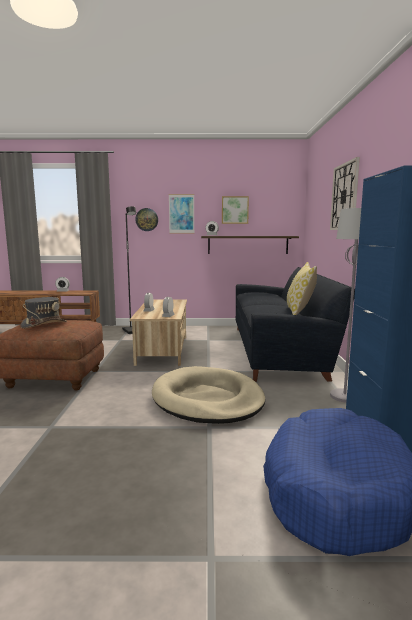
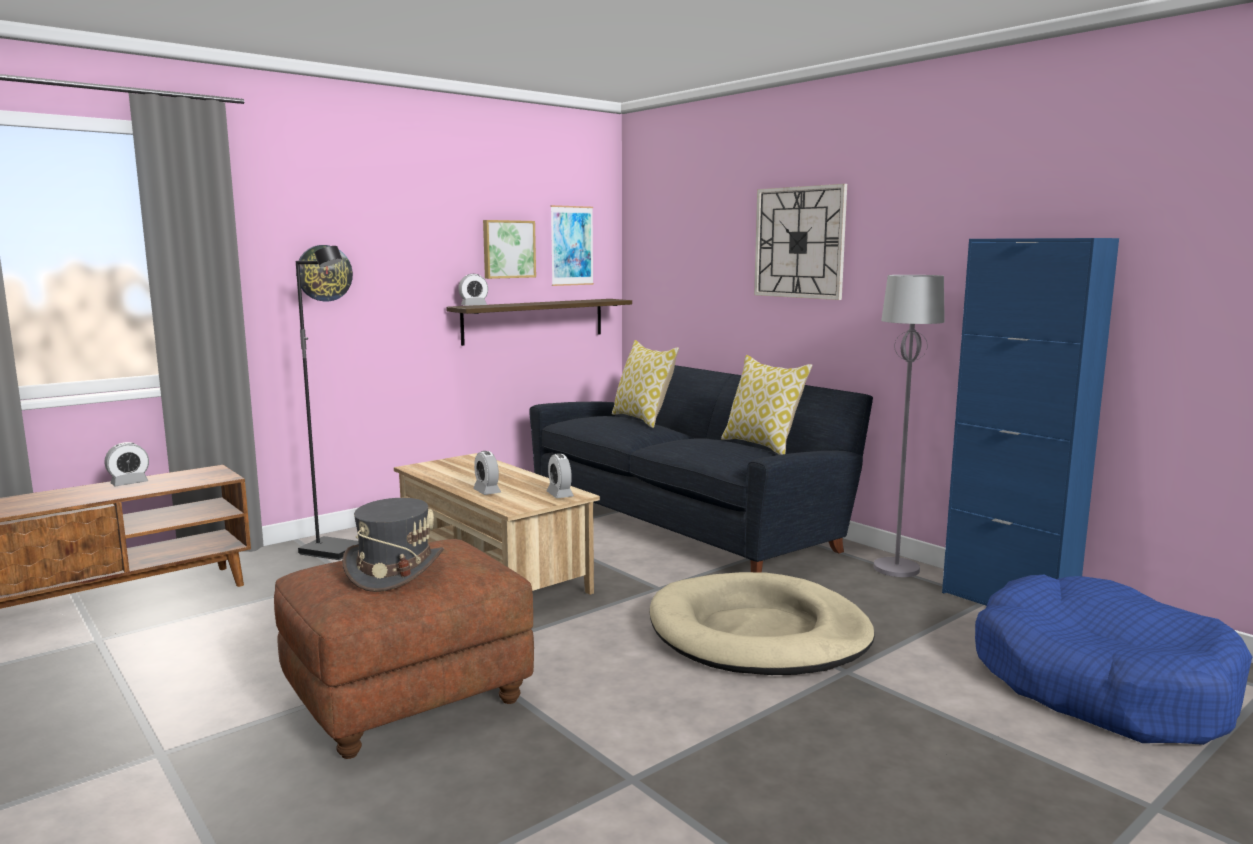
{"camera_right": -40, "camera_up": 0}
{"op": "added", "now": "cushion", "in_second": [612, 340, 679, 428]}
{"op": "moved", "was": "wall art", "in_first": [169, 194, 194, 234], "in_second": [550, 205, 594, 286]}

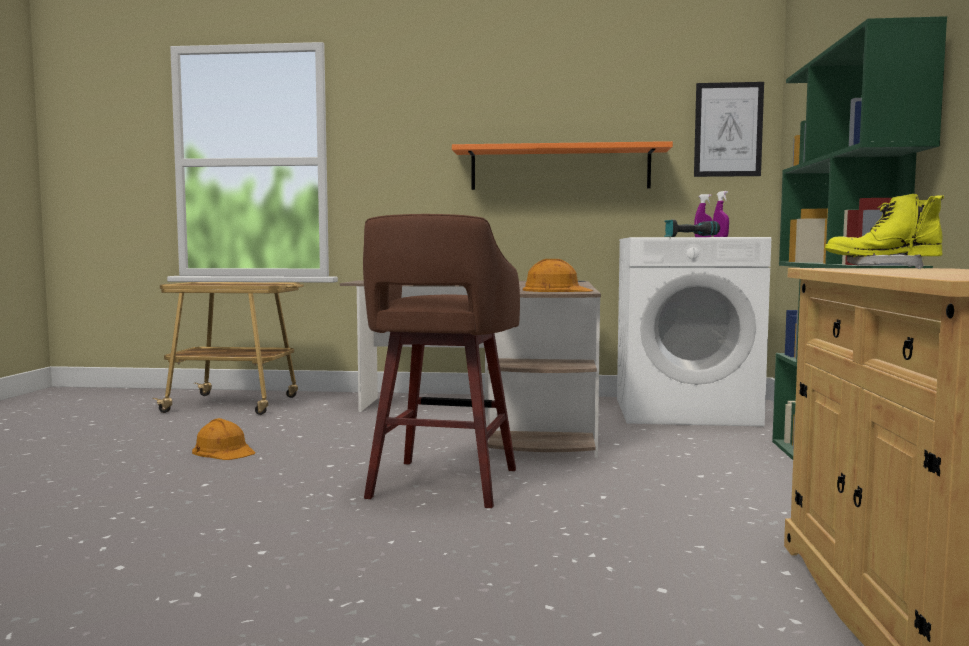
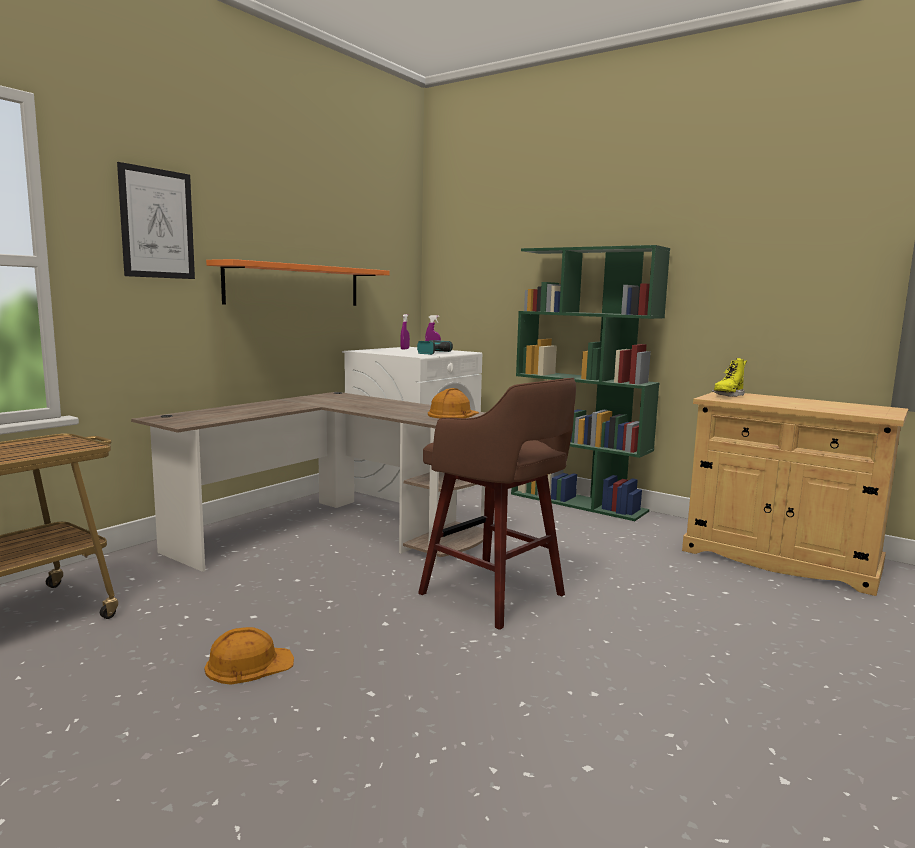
{"camera_right": -60, "camera_up": 5}
{"op": "moved", "was": "wall art", "in_first": [694, 82, 764, 177], "in_second": [117, 162, 195, 279]}

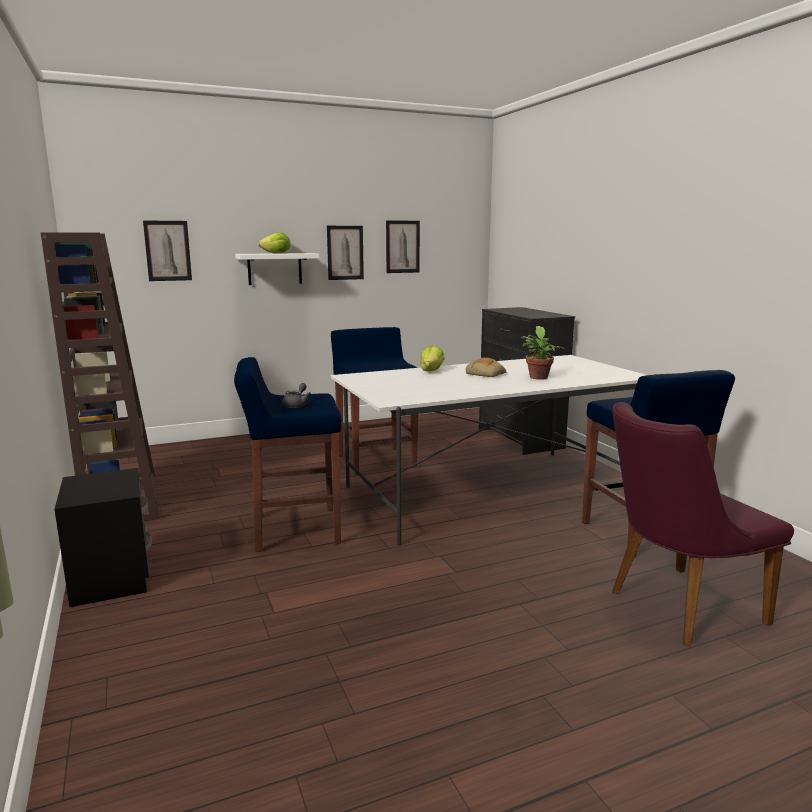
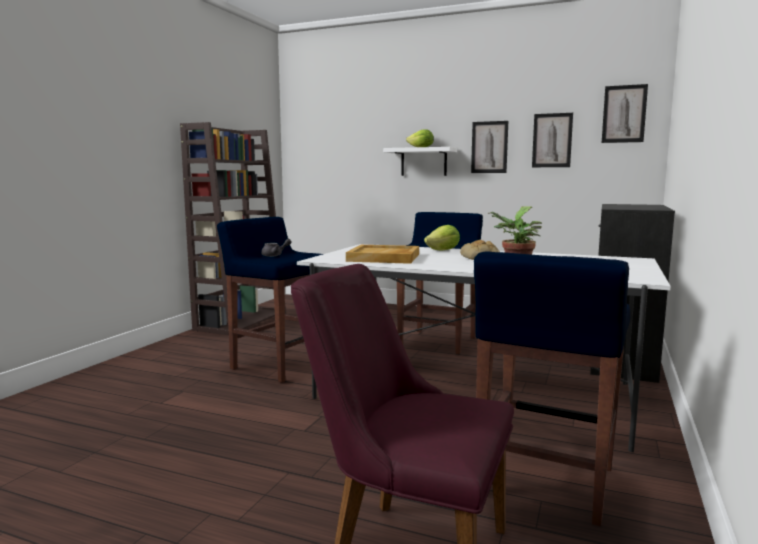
{"camera_right": 45, "camera_up": -5}
{"op": "removed", "was": "blackish night table", "in_first": [54, 468, 152, 607]}
{"op": "added", "now": "beige tray", "in_second": [346, 245, 419, 264]}
{"op": "moved", "was": "wall art", "in_first": [143, 220, 192, 281], "in_second": [602, 84, 648, 143]}

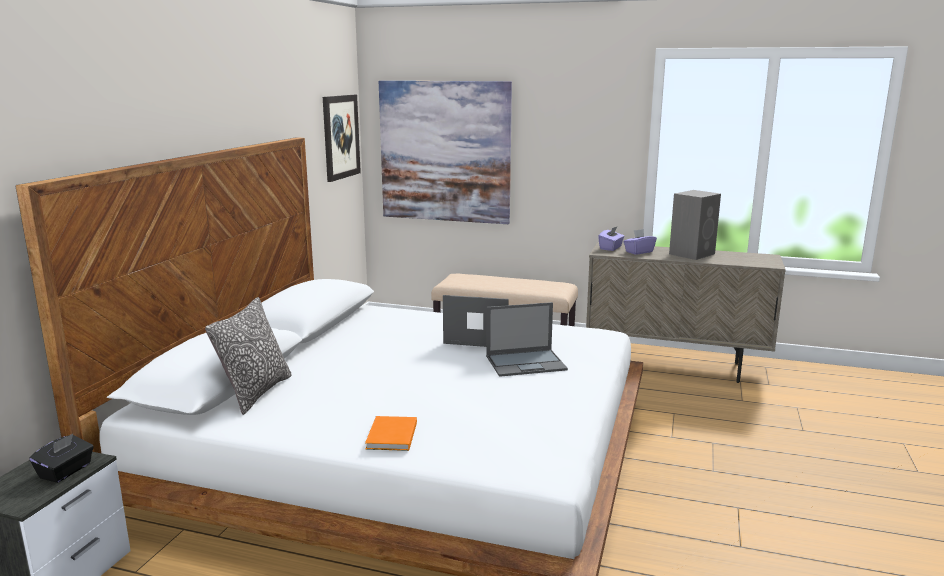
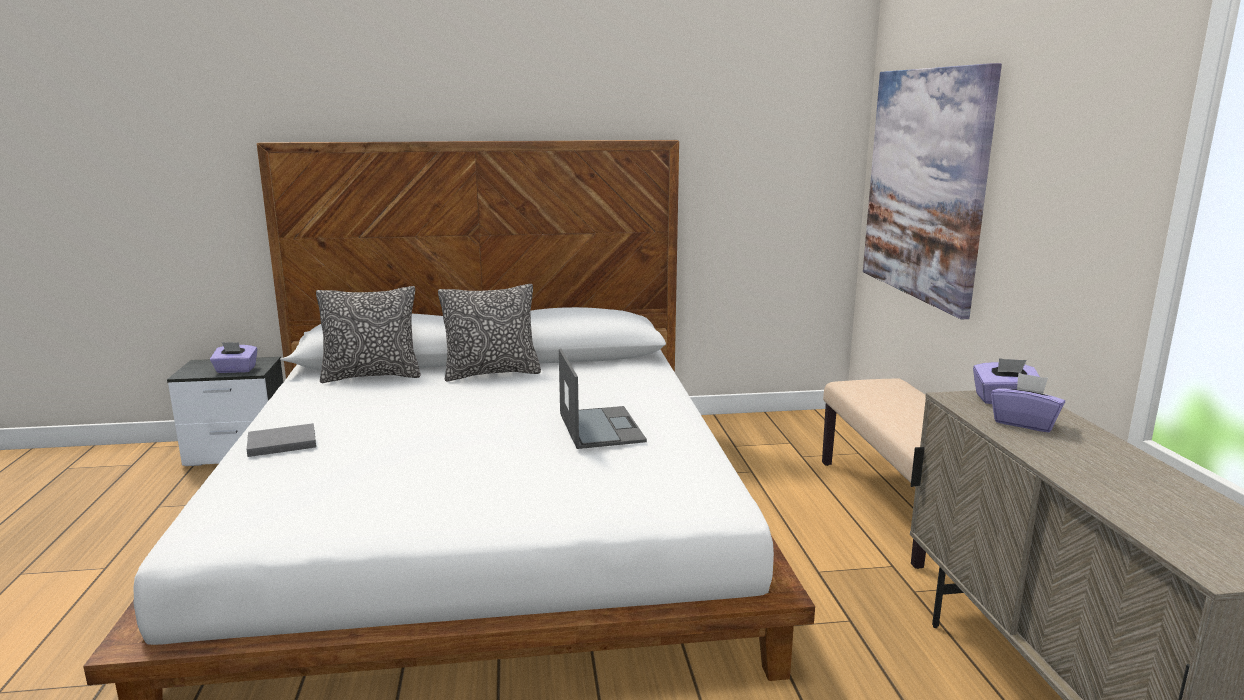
{"camera_right": 65, "camera_up": 0}
{"op": "removed", "was": "wall art", "in_first": [323, 95, 361, 182]}
{"op": "removed", "was": "laptop", "in_first": [486, 302, 568, 377]}
{"op": "removed", "was": "greyish speaker", "in_first": [669, 190, 721, 260]}
{"op": "added", "now": "cushion", "in_second": [438, 284, 541, 382]}
{"op": "recoloured", "was": "blackish box of tissues", "now": "purplish box of tissues", "in_first": [29, 434, 94, 483], "in_second": [210, 342, 258, 373]}
{"op": "recoloured", "was": "orangey book", "now": "greyish book", "in_first": [365, 416, 417, 451], "in_second": [246, 423, 316, 457]}

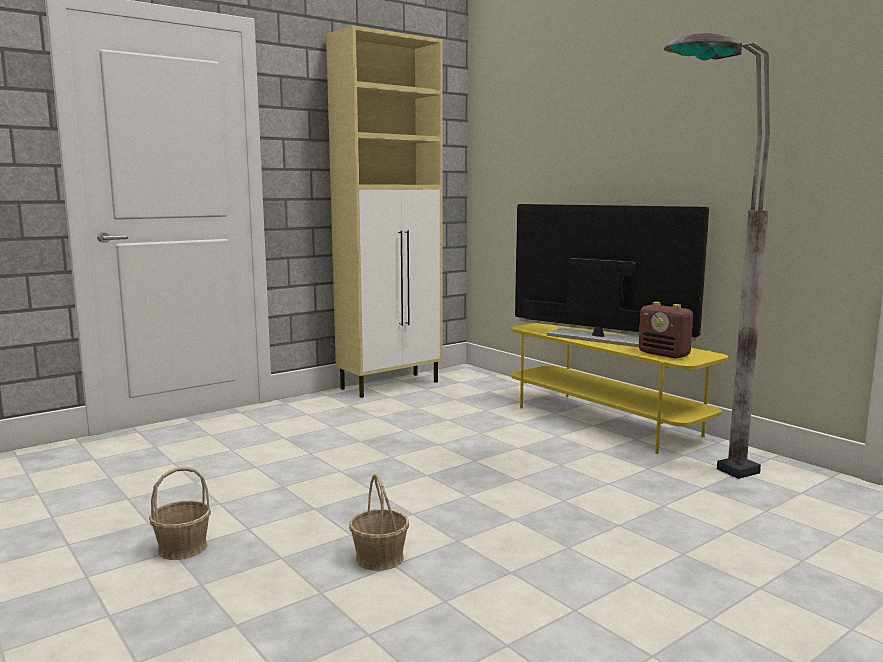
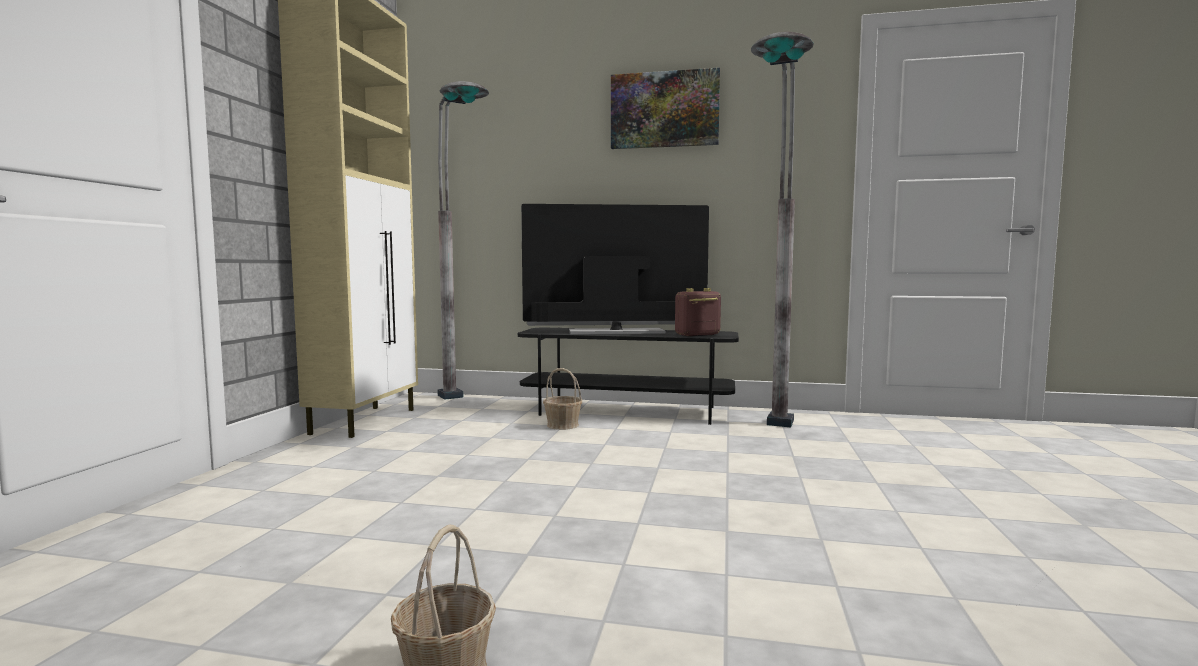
{"camera_right": -40, "camera_up": -5}
{"op": "added", "now": "greyish standing lamp", "in_second": [438, 81, 489, 400]}
{"op": "added", "now": "wall art", "in_second": [611, 68, 720, 149]}
{"op": "moved", "was": "storage basket", "in_first": [349, 473, 409, 571], "in_second": [543, 368, 582, 430]}
{"op": "recoloured", "was": "yellow tv stand", "now": "blackish tv stand", "in_first": [511, 323, 728, 454], "in_second": [518, 328, 739, 425]}
{"op": "turned", "was": "radio", "in_first": [639, 302, 693, 358], "in_second": [675, 288, 721, 336], "clockwise": 150}

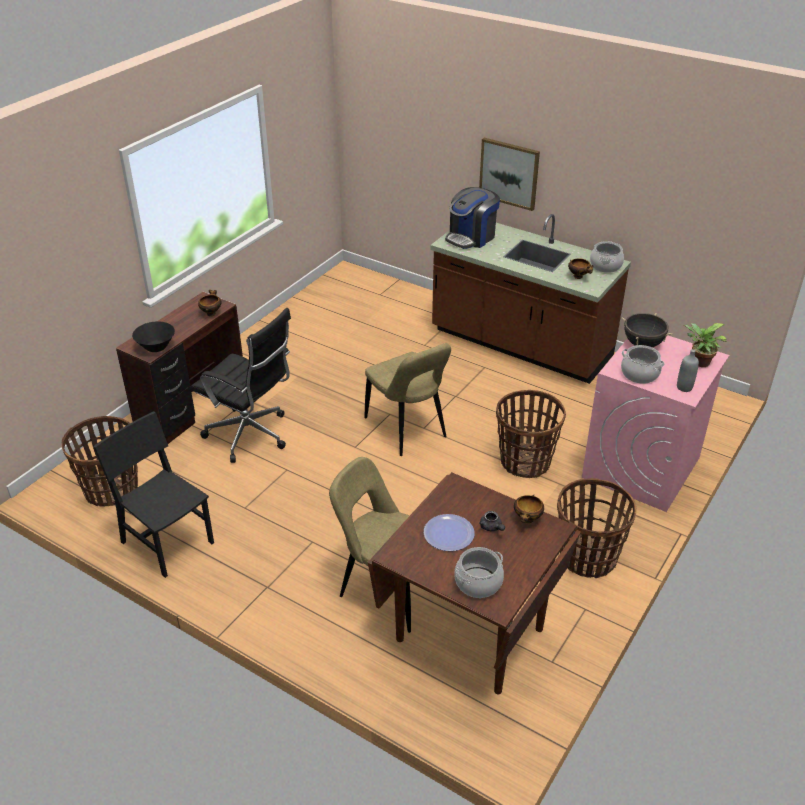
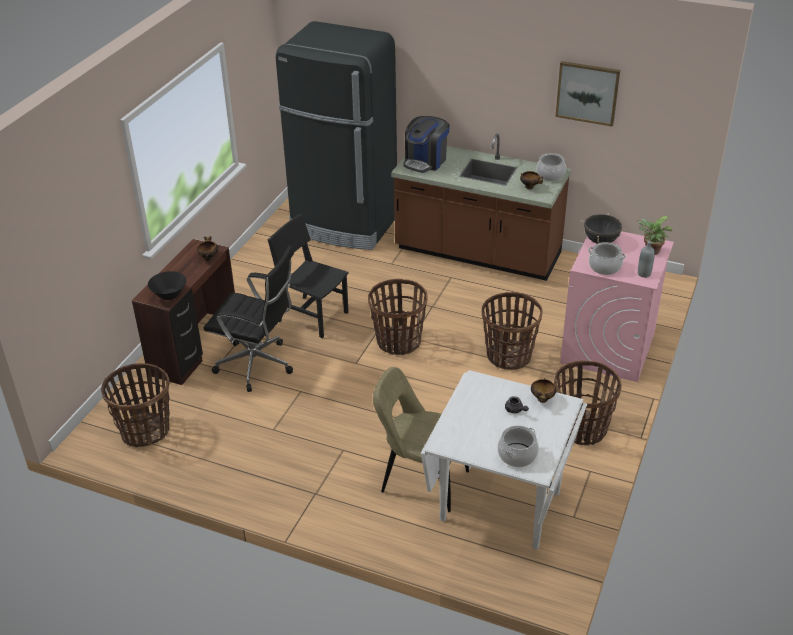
{"camera_right": -10, "camera_up": 0}
{"op": "removed", "was": "dinner plate", "in_first": [424, 514, 475, 551]}
{"op": "added", "now": "blackish kitchen fridge", "in_second": [276, 21, 397, 250]}
{"op": "moved", "was": "blackish chair", "in_first": [93, 411, 214, 578], "in_second": [268, 214, 349, 338]}
{"op": "moved", "was": "wall art", "in_first": [479, 138, 540, 211], "in_second": [555, 61, 620, 127]}
{"op": "replaced", "was": "beige chair", "now": "storage basket", "in_first": [365, 343, 451, 456], "in_second": [368, 279, 428, 355]}
{"op": "recoloured", "was": "brownish kitchen table", "now": "whitish kitchen table", "in_first": [368, 472, 581, 694], "in_second": [421, 370, 587, 550]}

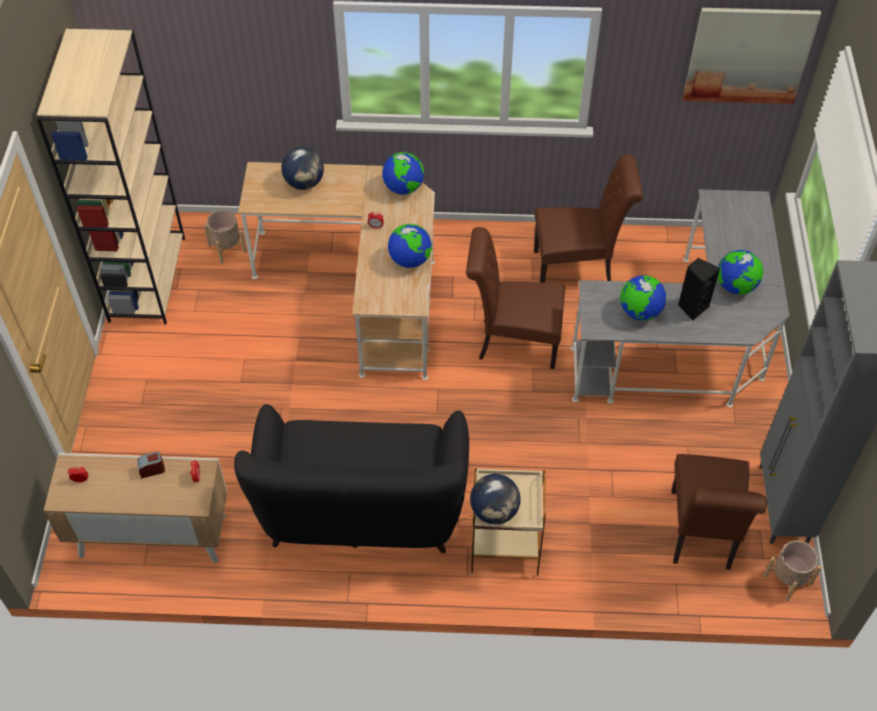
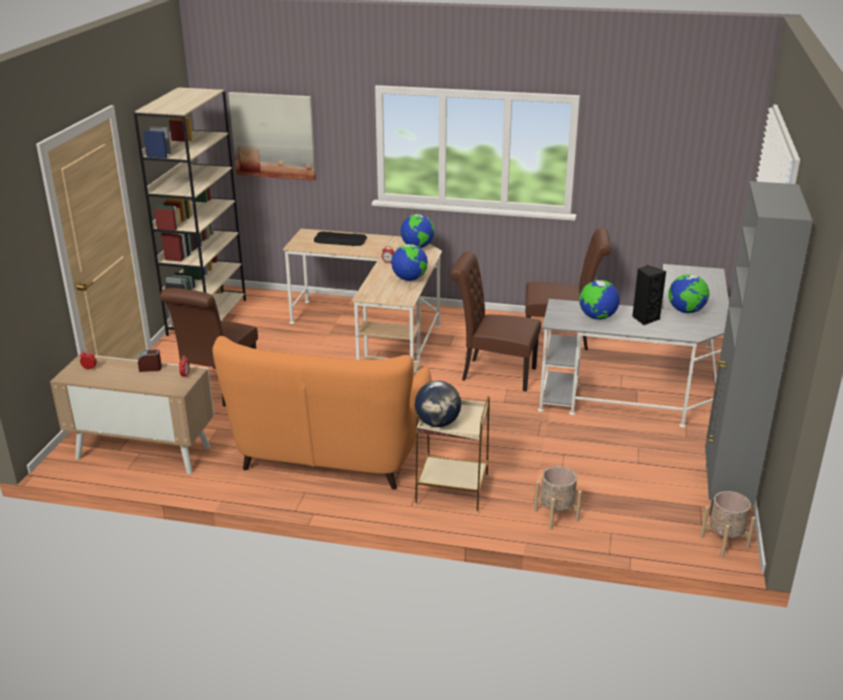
{"camera_right": 10, "camera_up": -25}
{"op": "moved", "was": "beige flower pot", "in_first": [204, 210, 247, 264], "in_second": [534, 466, 582, 530]}
{"op": "moved", "was": "brownish chair", "in_first": [671, 454, 767, 570], "in_second": [160, 288, 258, 407]}
{"op": "moved", "was": "wall art", "in_first": [683, 8, 821, 104], "in_second": [228, 92, 316, 181]}
{"op": "replaced", "was": "world globe", "now": "keyboard", "in_first": [281, 147, 324, 190], "in_second": [314, 231, 367, 246]}
{"op": "recoloured", "was": "blackish couch", "now": "orangey couch", "in_first": [234, 404, 469, 553], "in_second": [213, 336, 432, 490]}

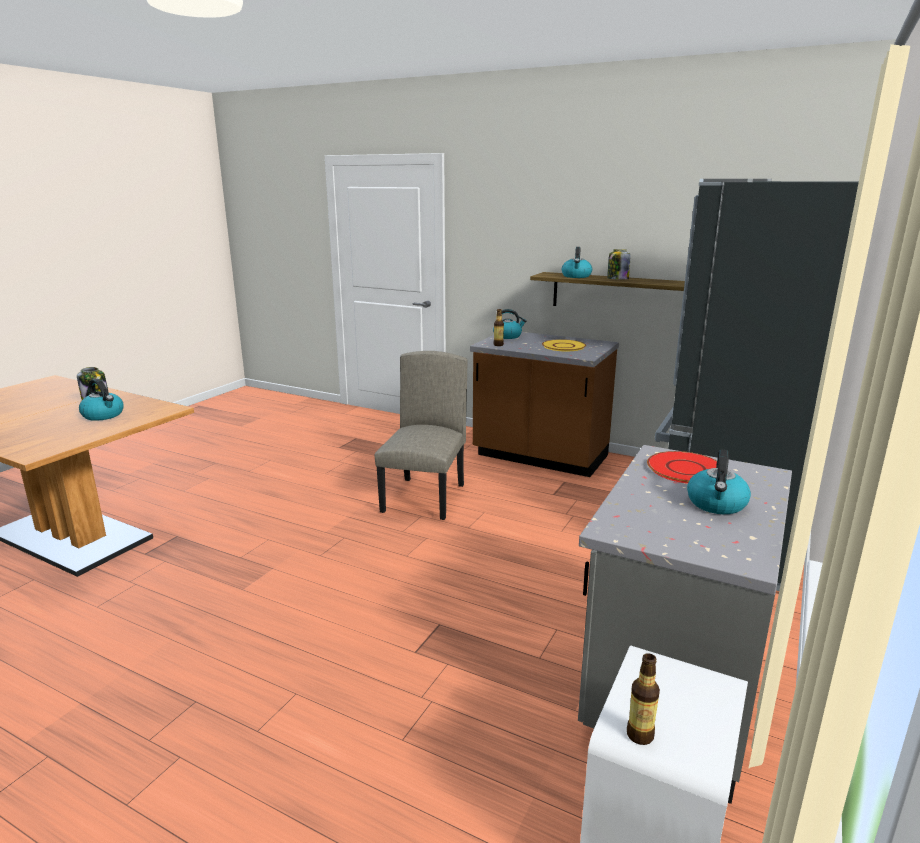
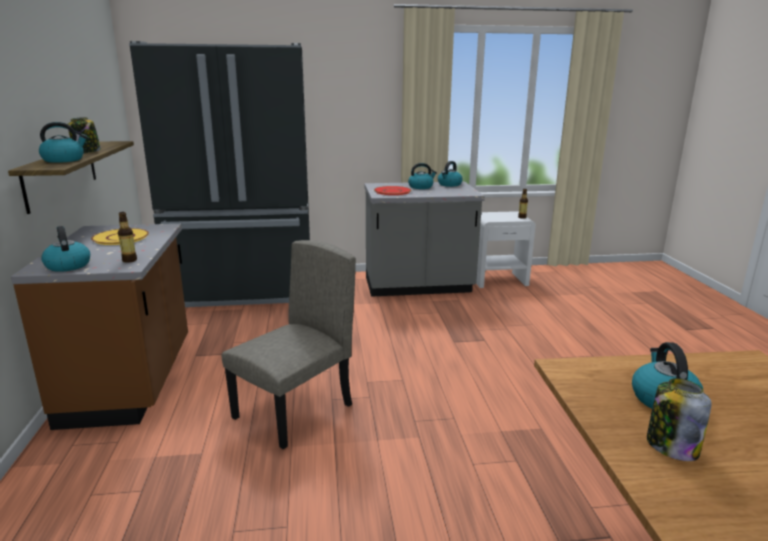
{"camera_right": -125, "camera_up": 0}
{"op": "added", "now": "tea kettle", "in_second": [438, 161, 463, 187]}
{"op": "turned", "was": "beige chair", "in_first": [375, 351, 467, 520], "in_second": [222, 240, 356, 449], "clockwise": 150}

